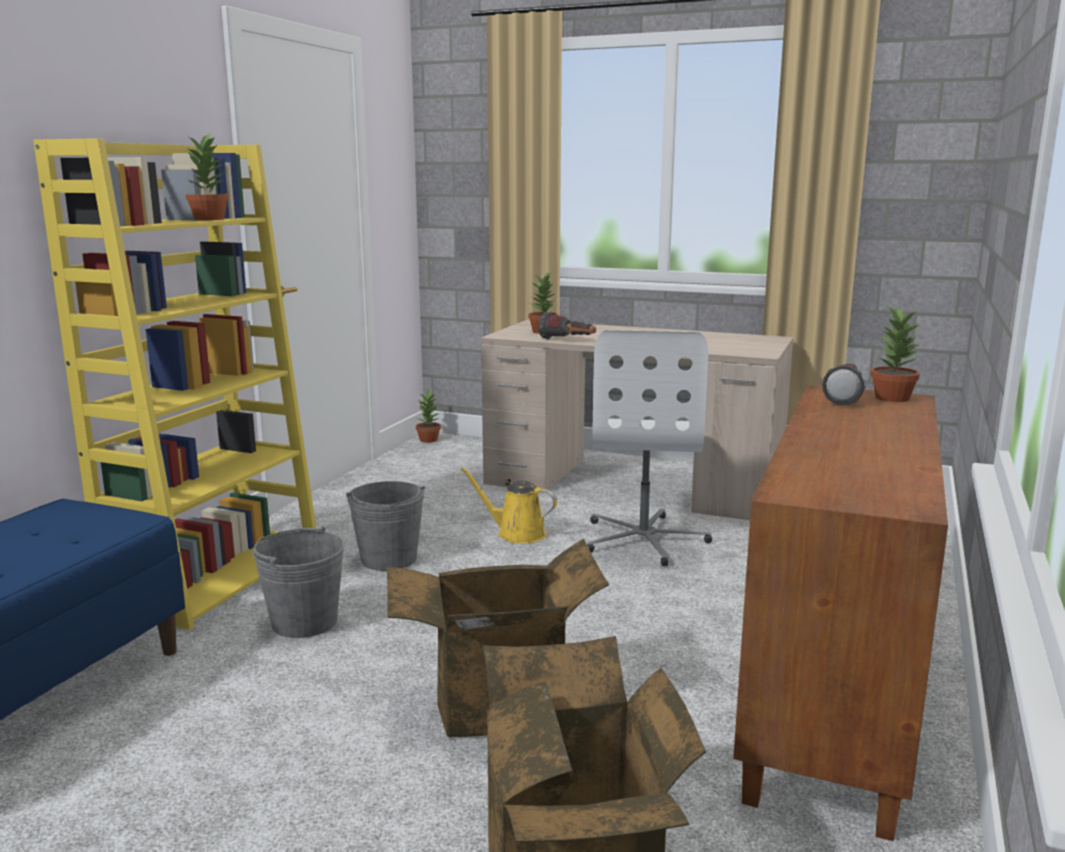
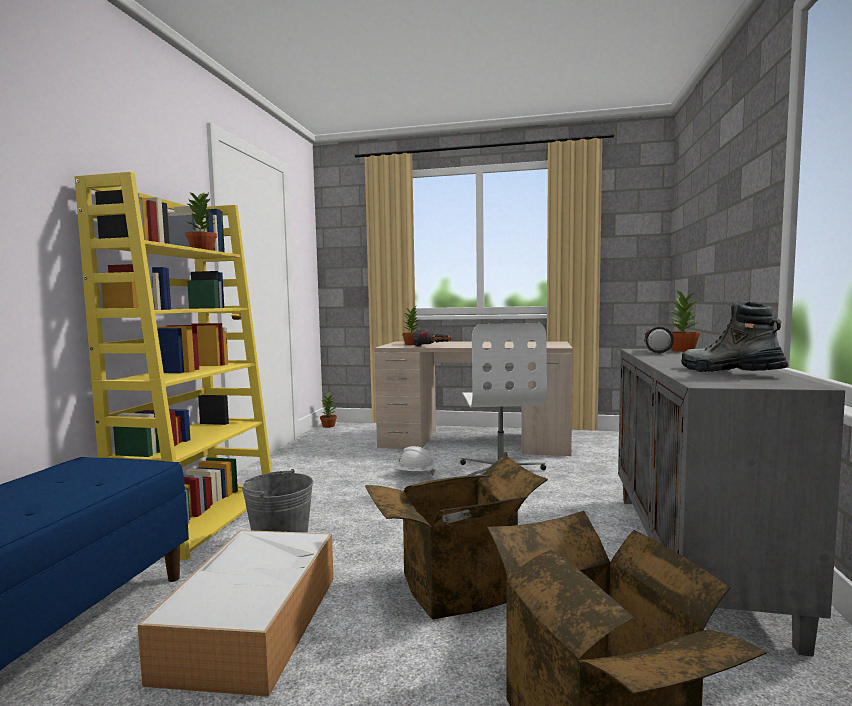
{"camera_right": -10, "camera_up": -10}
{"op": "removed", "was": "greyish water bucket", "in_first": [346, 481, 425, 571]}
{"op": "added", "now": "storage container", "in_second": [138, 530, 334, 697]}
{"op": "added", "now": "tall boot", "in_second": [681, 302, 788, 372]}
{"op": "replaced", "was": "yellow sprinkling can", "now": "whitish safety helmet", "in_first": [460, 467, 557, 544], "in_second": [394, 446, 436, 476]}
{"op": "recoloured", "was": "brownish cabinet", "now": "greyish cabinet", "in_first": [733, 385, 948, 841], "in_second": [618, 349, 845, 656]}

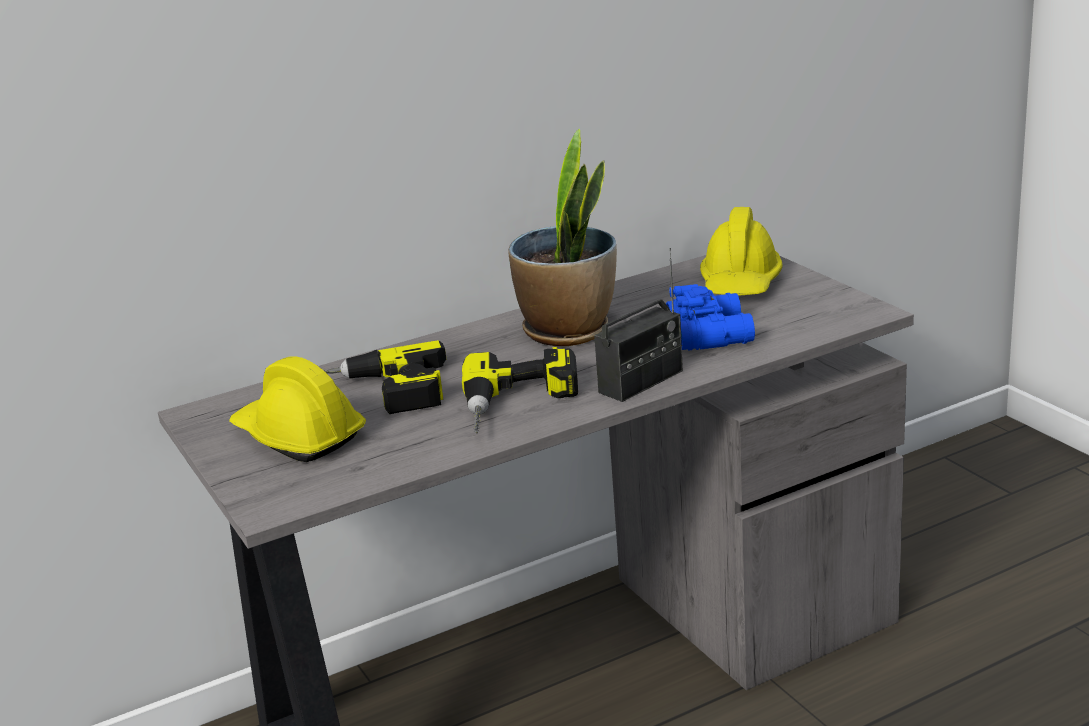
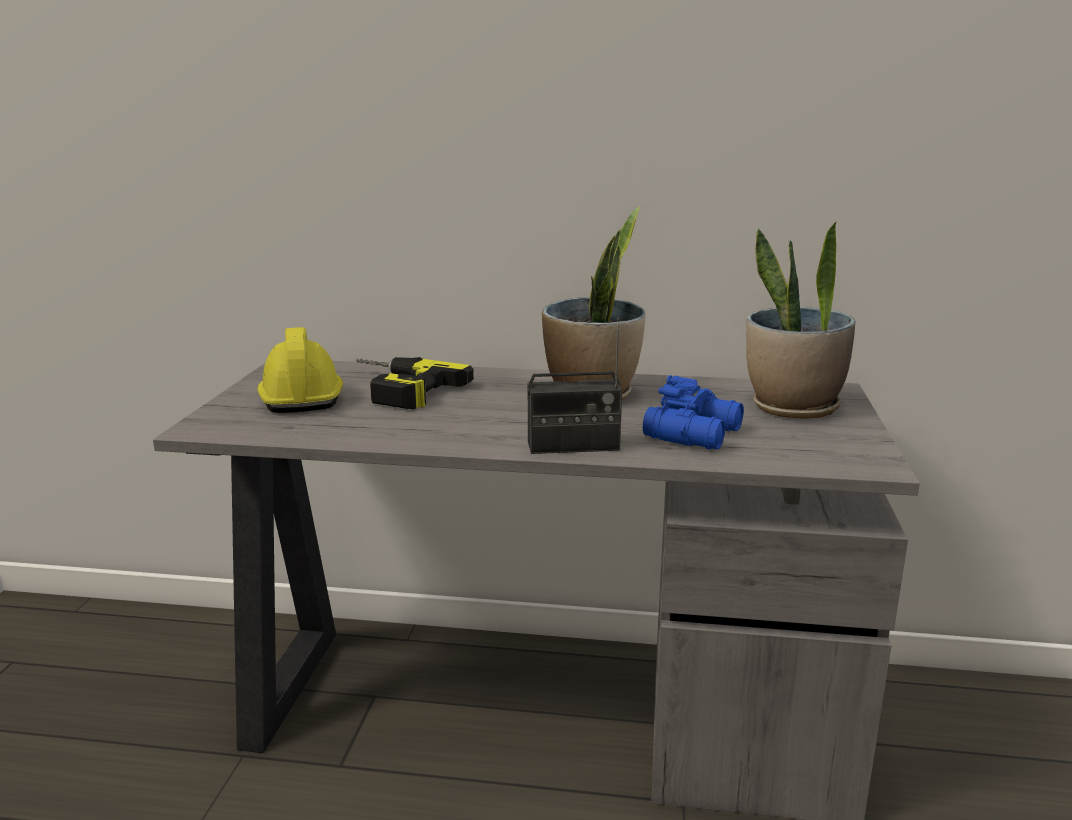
{"camera_right": 35, "camera_up": -5}
{"op": "removed", "was": "drill", "in_first": [462, 347, 578, 433]}
{"op": "replaced", "was": "yellow safety helmet", "now": "plant in a pot", "in_first": [700, 207, 783, 295], "in_second": [746, 221, 855, 419]}

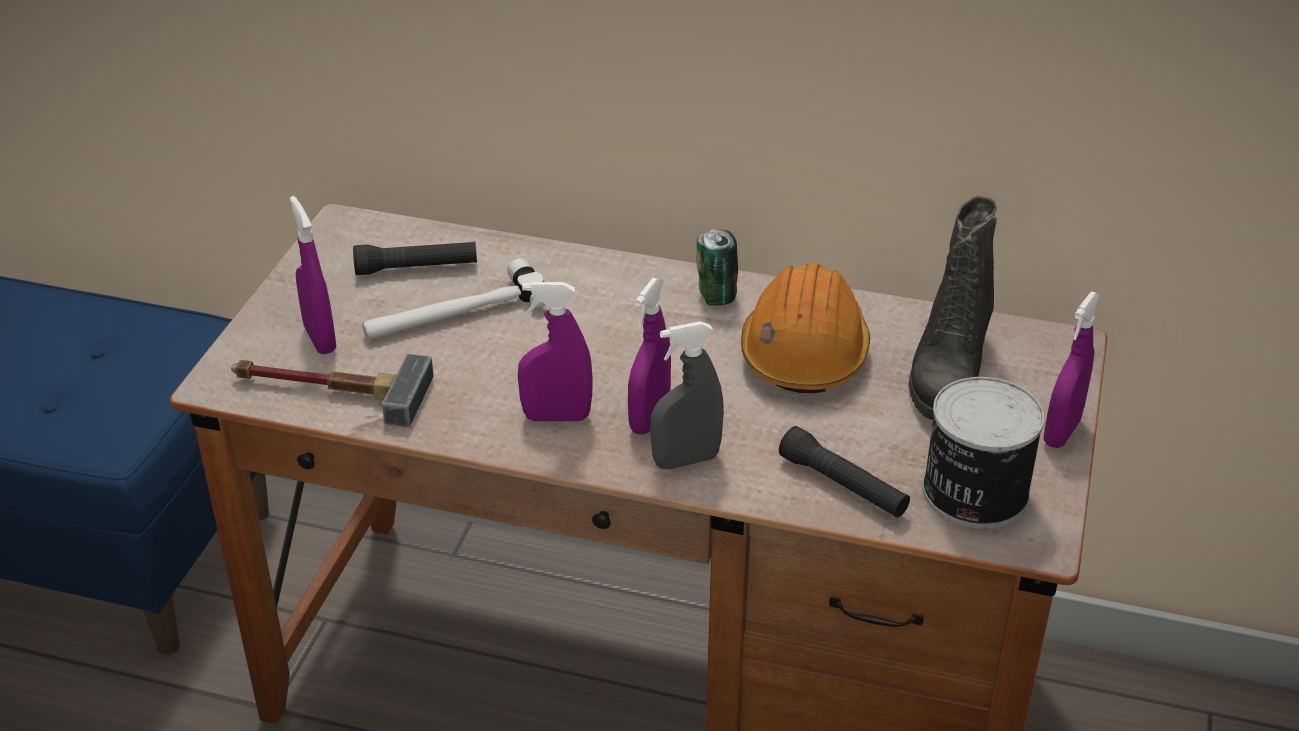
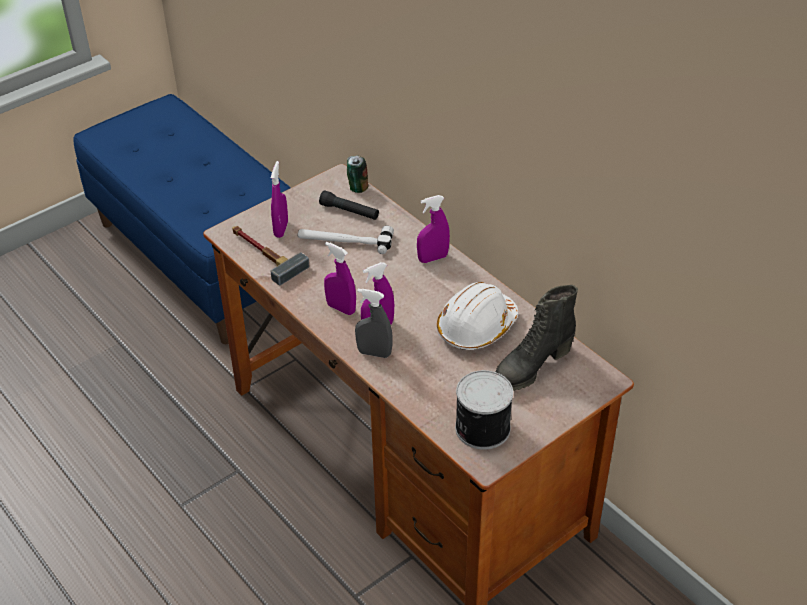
{"camera_right": 35, "camera_up": 5}
{"op": "removed", "was": "blackish flashlight", "in_first": [779, 426, 910, 518]}
{"op": "moved", "was": "metal can", "in_first": [696, 229, 738, 306], "in_second": [347, 155, 369, 193]}
{"op": "moved", "was": "purplish hand sprayer", "in_first": [1044, 291, 1101, 448], "in_second": [417, 195, 450, 263]}
{"op": "recoloured", "was": "orangey safety helmet", "now": "whitish safety helmet", "in_first": [741, 263, 870, 393], "in_second": [437, 282, 518, 350]}

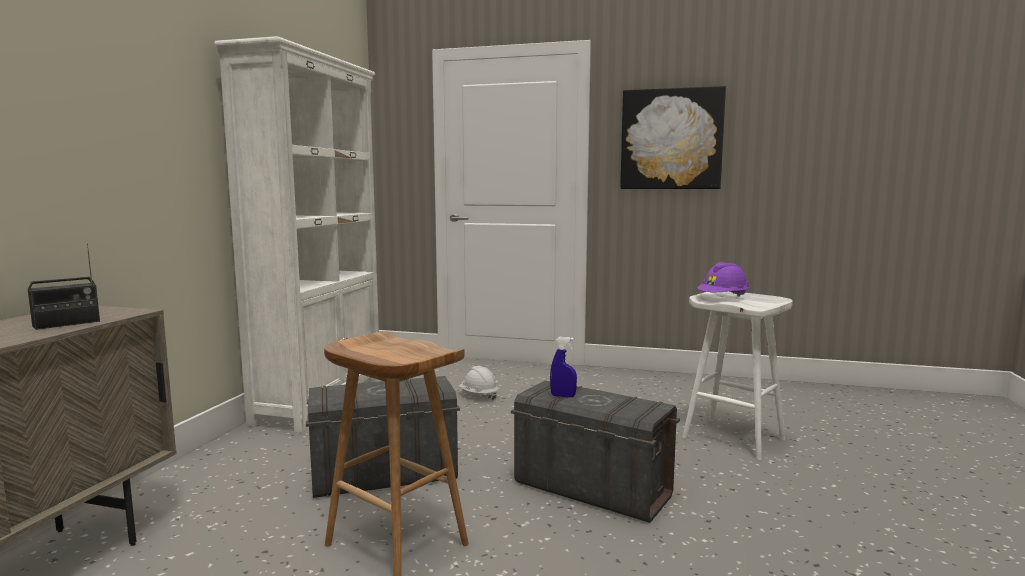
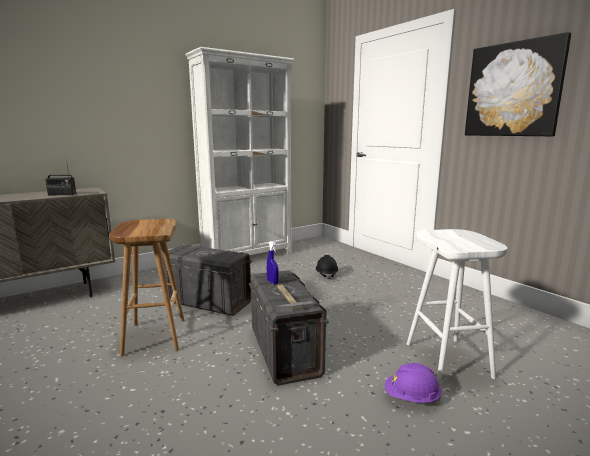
{"camera_right": 40, "camera_up": 5}
{"op": "added", "now": "hand hammer", "in_second": [276, 284, 314, 312]}
{"op": "moved", "was": "purplish safety helmet", "in_first": [697, 262, 749, 297], "in_second": [385, 363, 442, 403]}
{"op": "recoloured", "was": "whitish safety helmet", "now": "blackish safety helmet", "in_first": [459, 366, 499, 400], "in_second": [316, 255, 338, 279]}

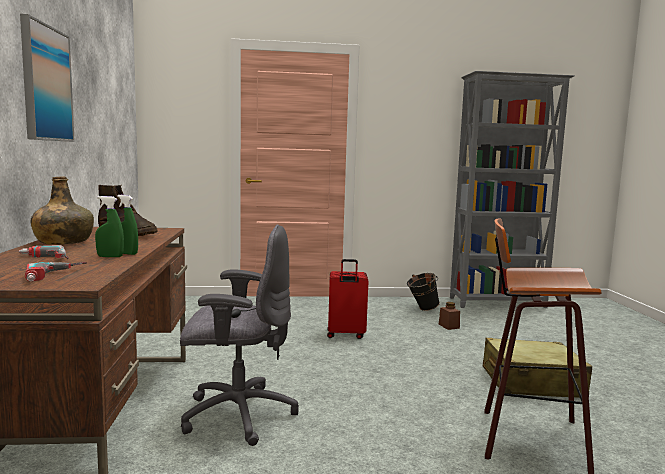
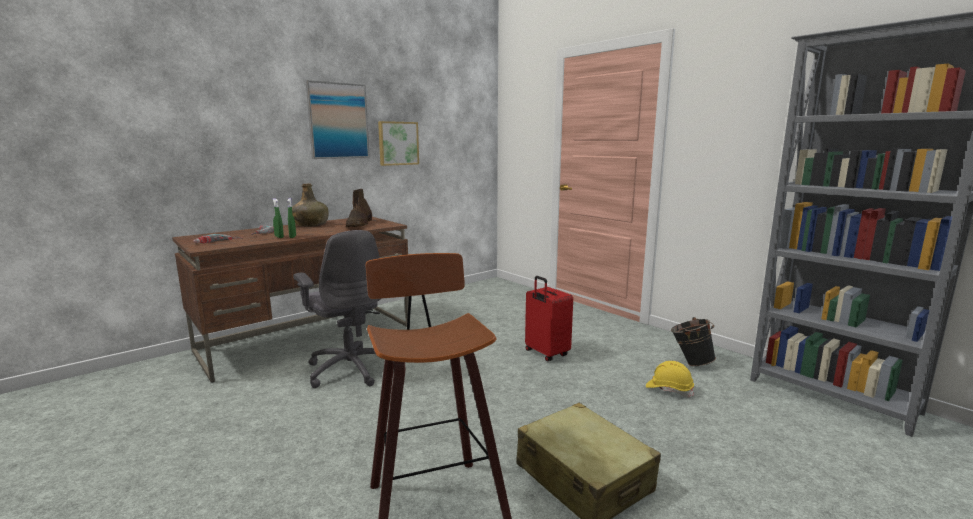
{"camera_right": 55, "camera_up": 5}
{"op": "added", "now": "wall art", "in_second": [378, 121, 419, 166]}
{"op": "replaced", "was": "brownish jar", "now": "yellow safety helmet", "in_first": [439, 302, 460, 330], "in_second": [646, 361, 694, 397]}

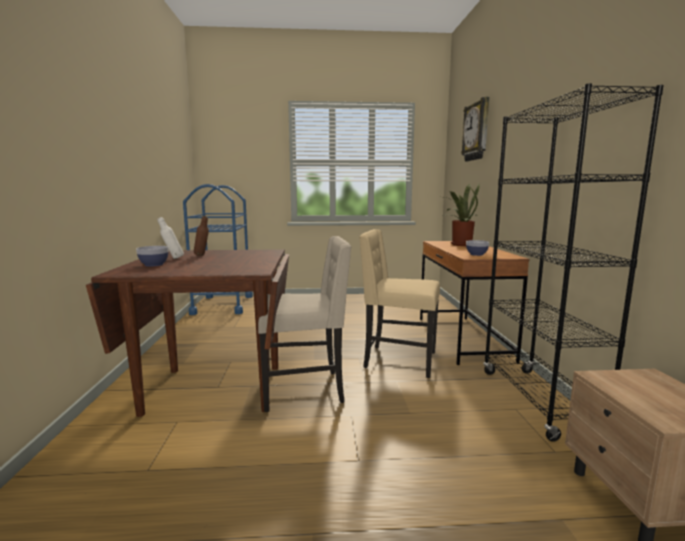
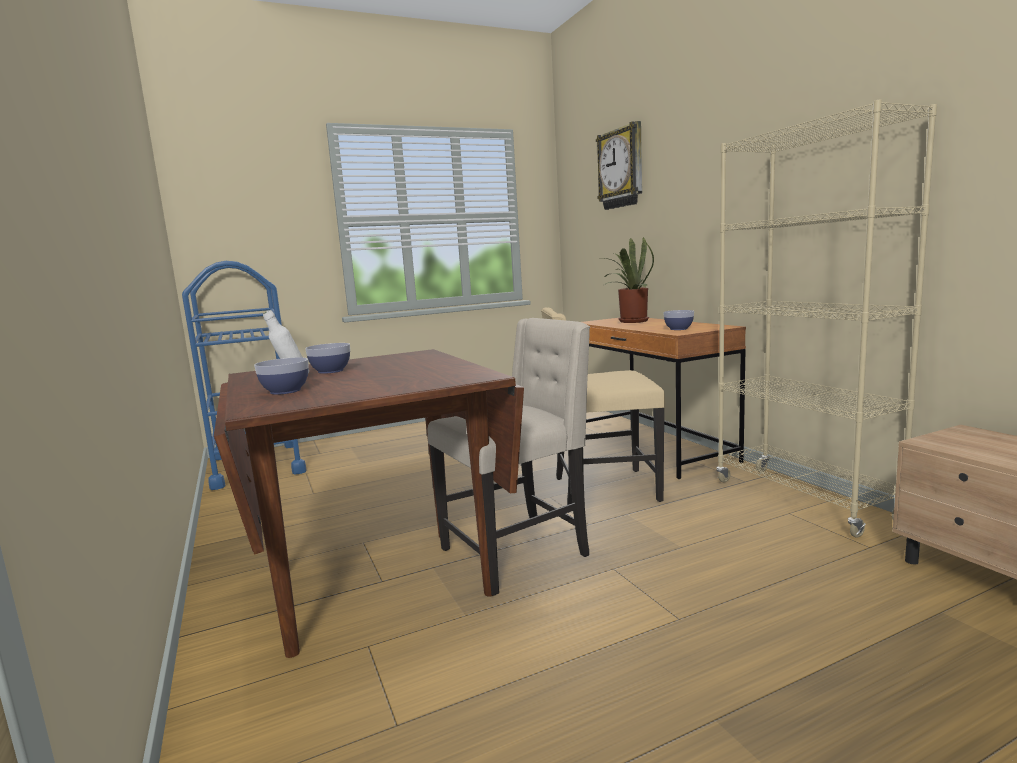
{"camera_right": -20, "camera_up": 0}
{"op": "replaced", "was": "brownish beverage bottle", "now": "deep dish", "in_first": [194, 216, 209, 256], "in_second": [305, 343, 350, 374]}
{"op": "recoloured", "was": "blackish bookcase", "now": "beige bookcase", "in_first": [483, 83, 664, 442], "in_second": [716, 99, 937, 538]}

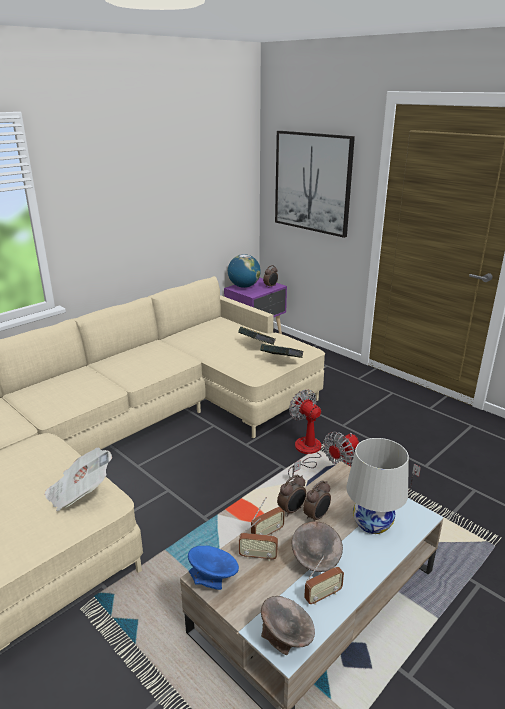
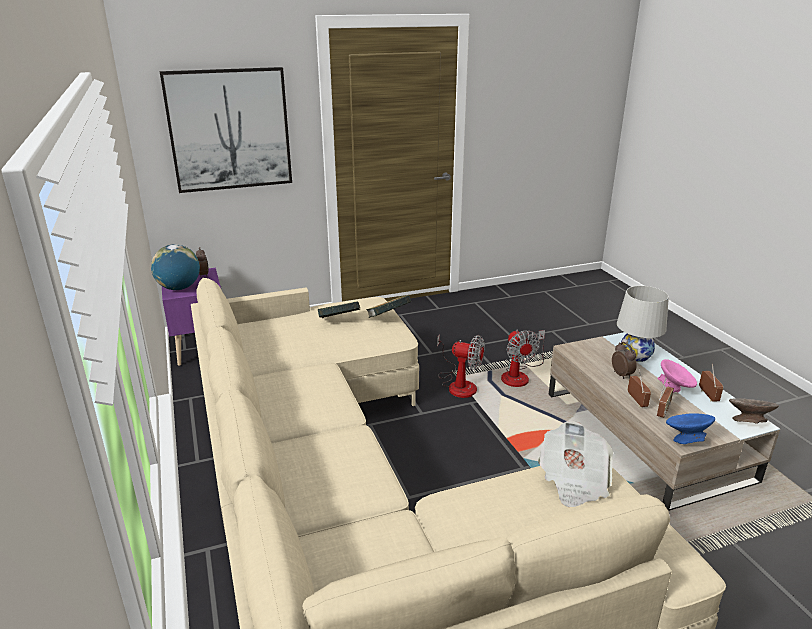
{"camera_right": -65, "camera_up": 0}
{"op": "removed", "was": "bedside clock", "in_first": [277, 475, 306, 517]}
{"op": "recoloured", "was": "greyish deep dish", "now": "pink deep dish", "in_first": [292, 521, 343, 572], "in_second": [658, 359, 697, 393]}
{"op": "turned", "was": "electric fan", "in_first": [288, 390, 321, 480], "in_second": [437, 334, 485, 398], "clockwise": -150}

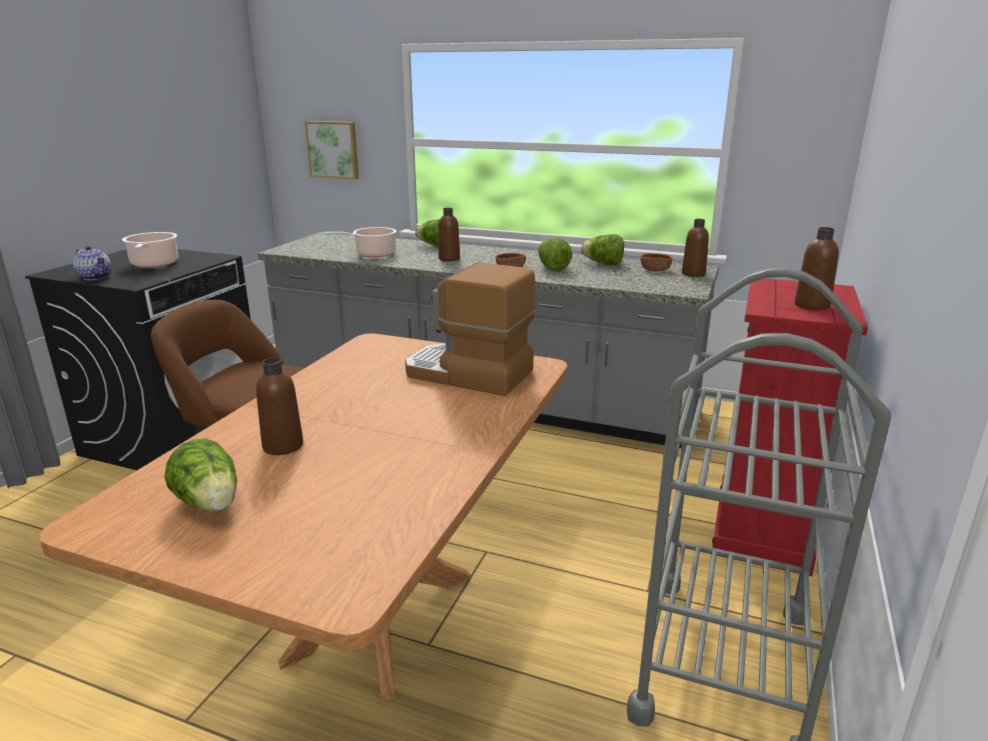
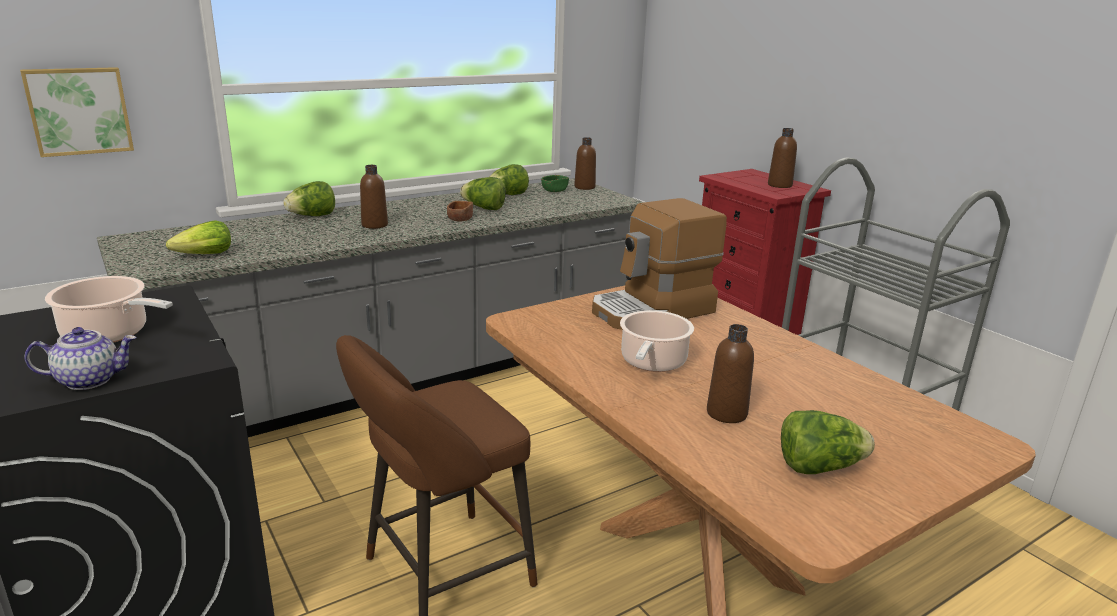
{"camera_right": -55, "camera_up": 0}
{"op": "added", "now": "lettuce head", "in_second": [166, 220, 231, 254]}
{"op": "moved", "was": "stockpot", "in_first": [325, 227, 397, 258], "in_second": [620, 310, 694, 372]}
{"op": "recoloured", "was": "brownish deep dish", "now": "greenish deep dish", "in_first": [640, 253, 672, 272], "in_second": [541, 175, 569, 192]}

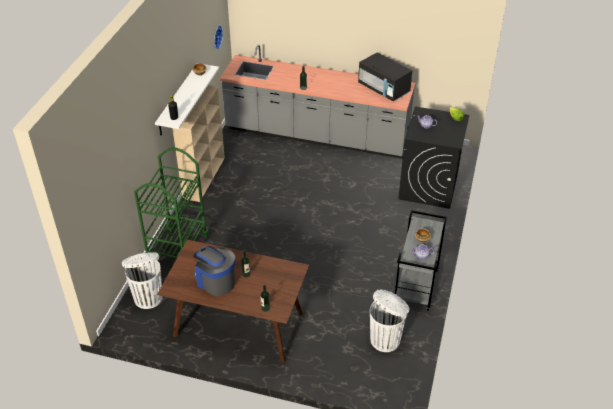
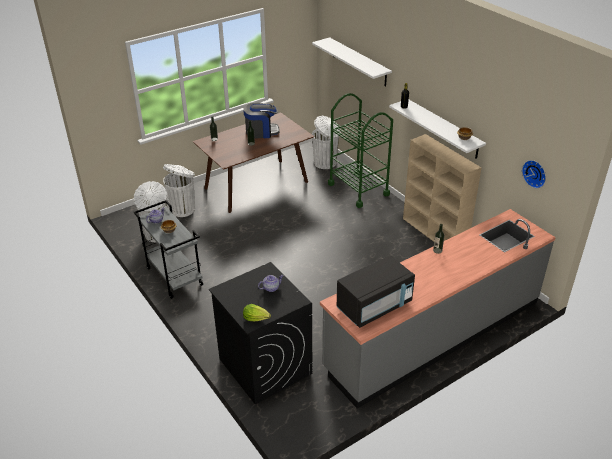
{"camera_right": 130, "camera_up": -5}
{"op": "added", "now": "whitish rubbish bin", "in_second": [163, 164, 195, 217]}
{"op": "added", "now": "whitish wall shelf", "in_second": [312, 37, 392, 87]}
{"op": "turned", "was": "blackish microwave", "in_first": [358, 52, 412, 101], "in_second": [337, 255, 415, 328], "clockwise": 150}

